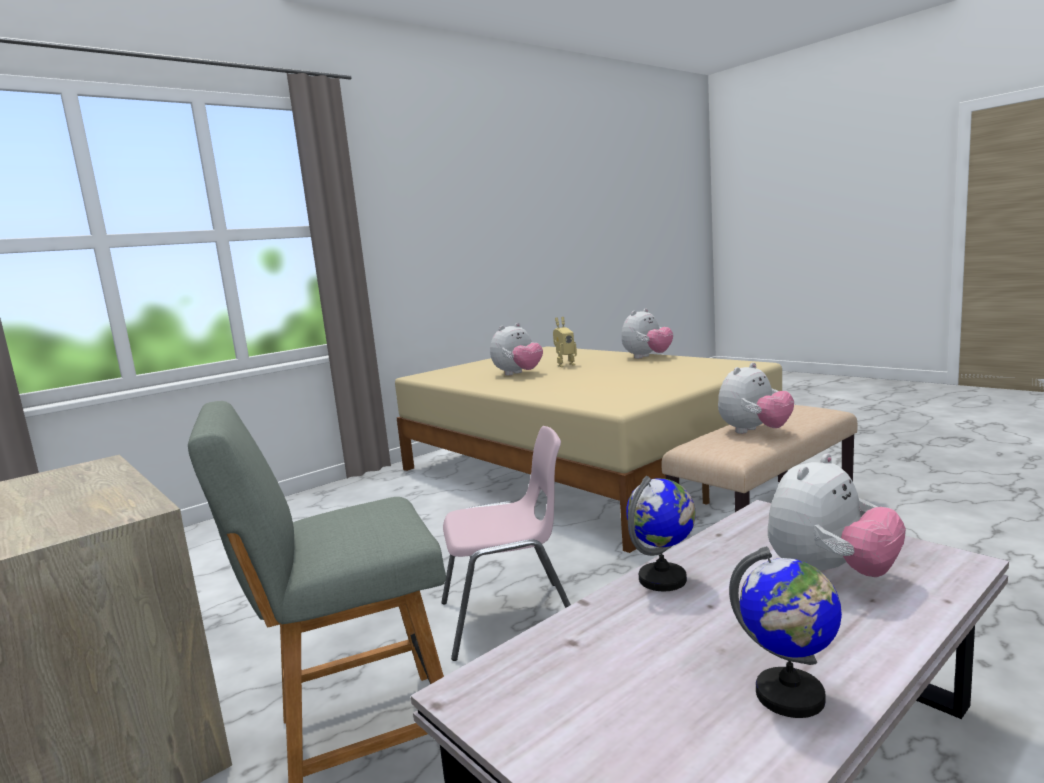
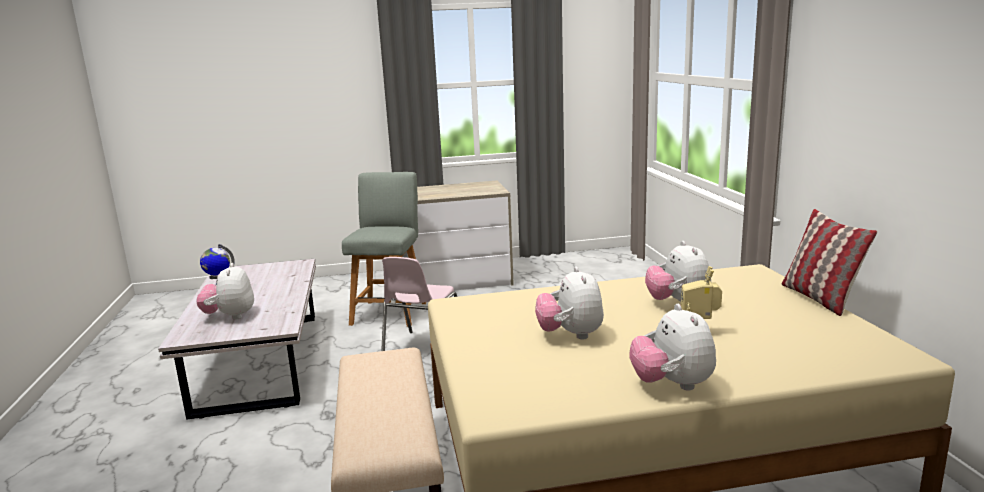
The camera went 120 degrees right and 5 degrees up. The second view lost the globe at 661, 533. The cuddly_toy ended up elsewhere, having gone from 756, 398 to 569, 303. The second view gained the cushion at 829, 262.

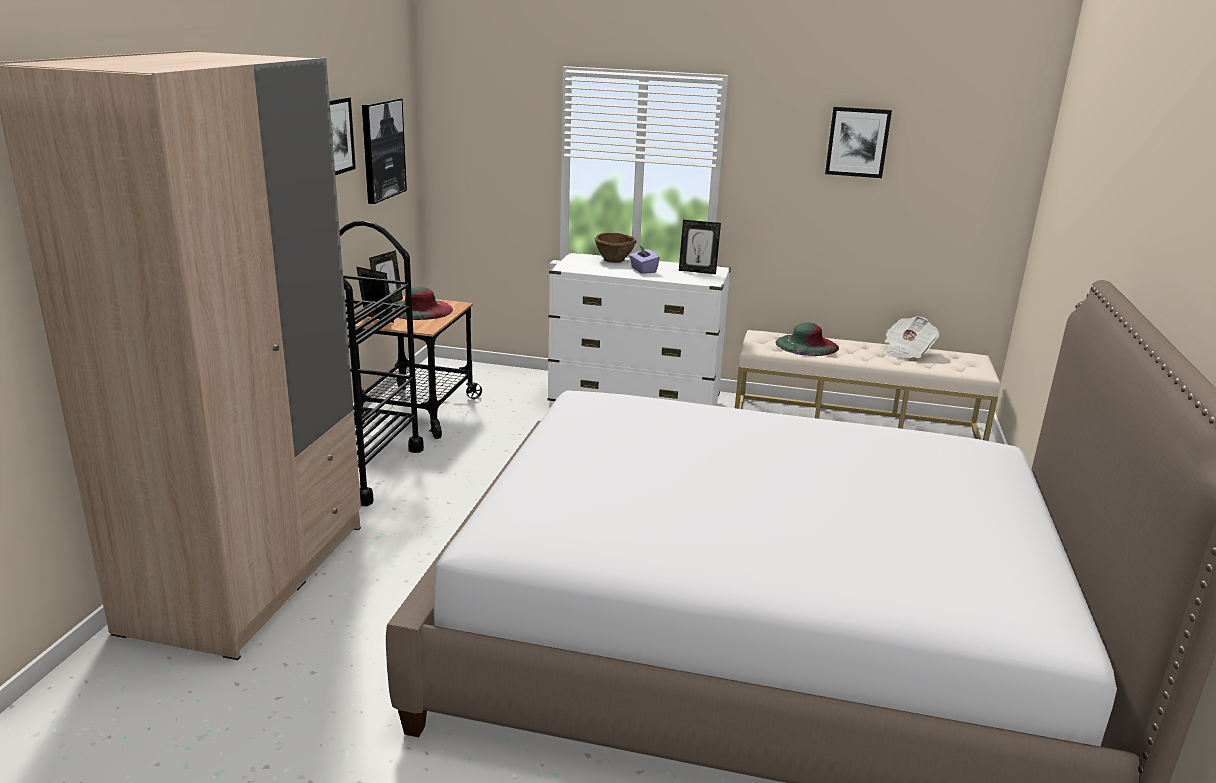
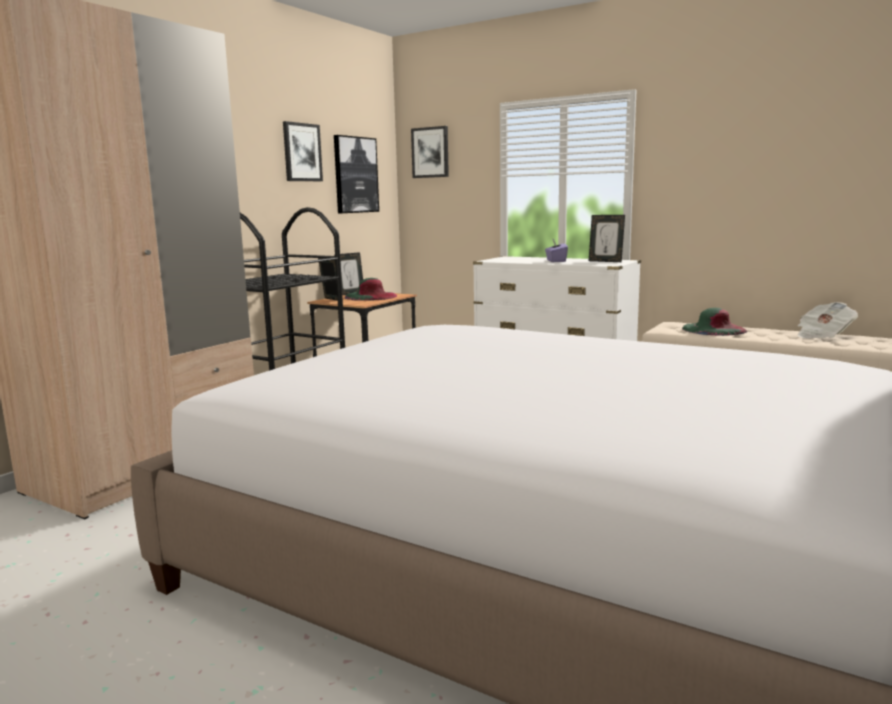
The camera went 20 degrees right and 10 degrees down. The second view lost the brown-coloured_bowl at 615, 247. The picture ended up elsewhere, having gone from 858, 142 to 430, 152.

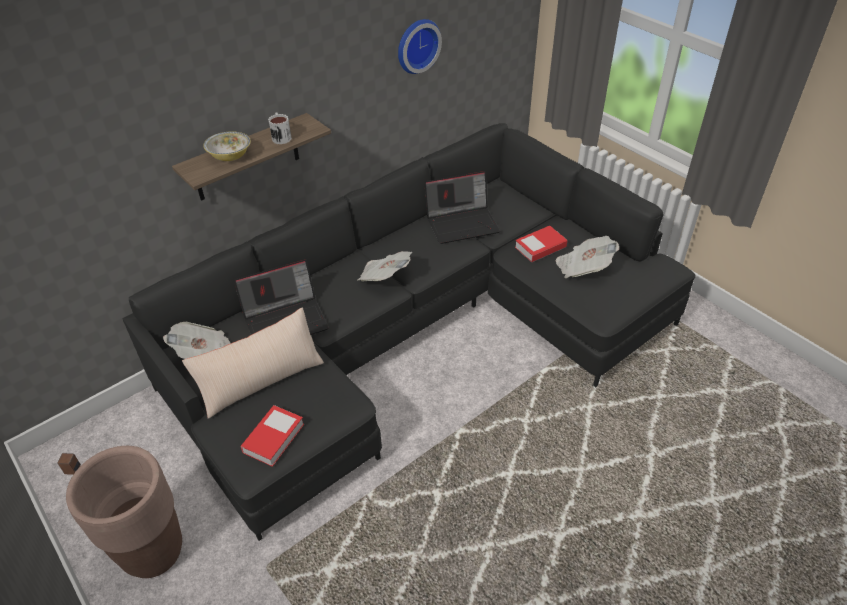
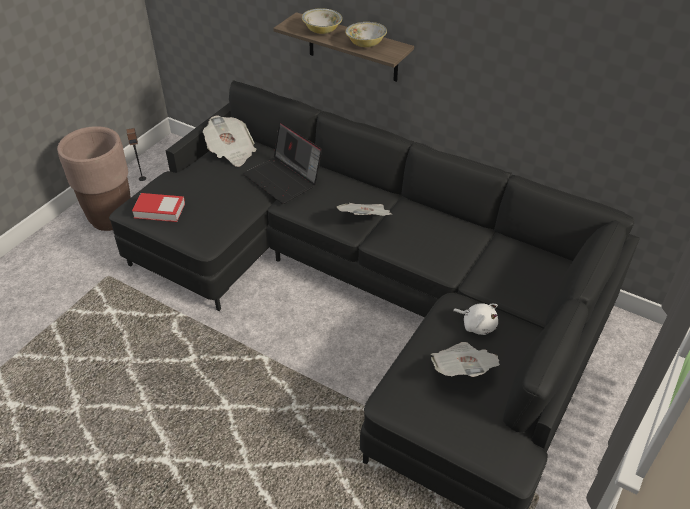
The camera went 70 degrees right and 0 degrees up. The second view lost the beige_cushion at 253, 363. Where the mug stood at 280, 128, the bowl came to stand at 366, 34. The second view lost the clock_on_the_wall at 420, 46. The second view lost the notebook_computer at 462, 207. Where the bound_book stood at 541, 244, the white_cuddly_toy came to stand at 475, 319.

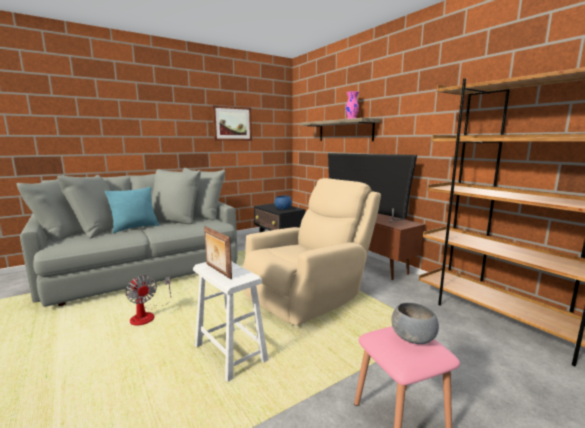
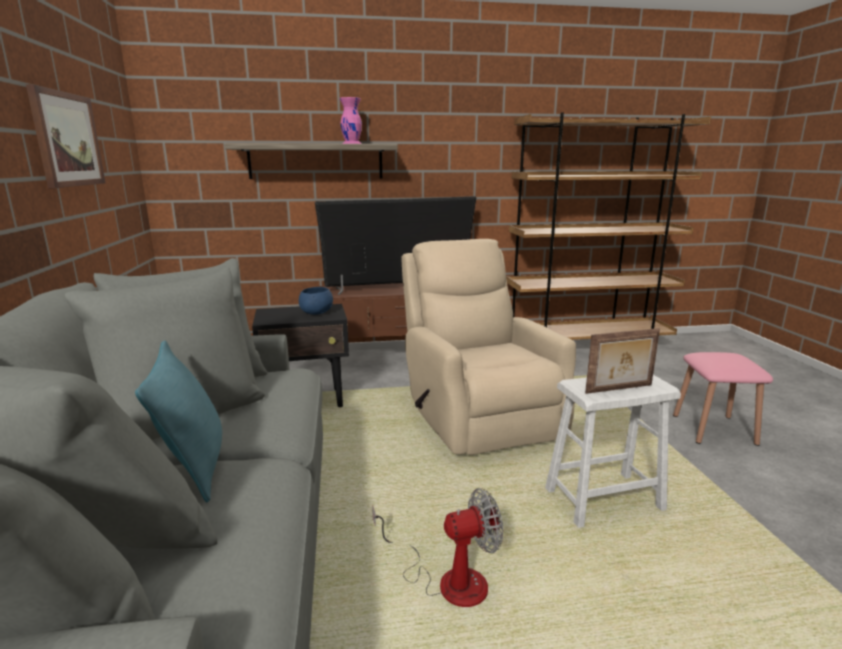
The camera went 65 degrees left and 5 degrees up. The second view lost the grey_bowl at 415, 323.

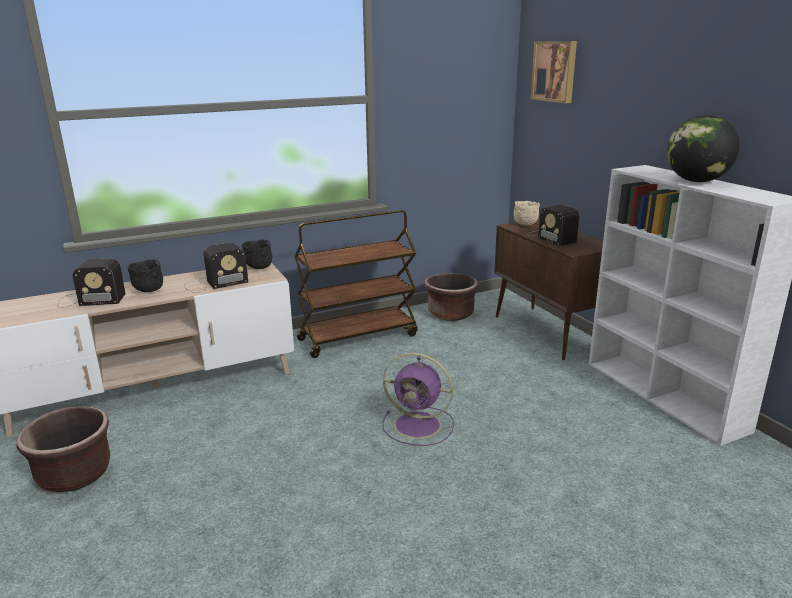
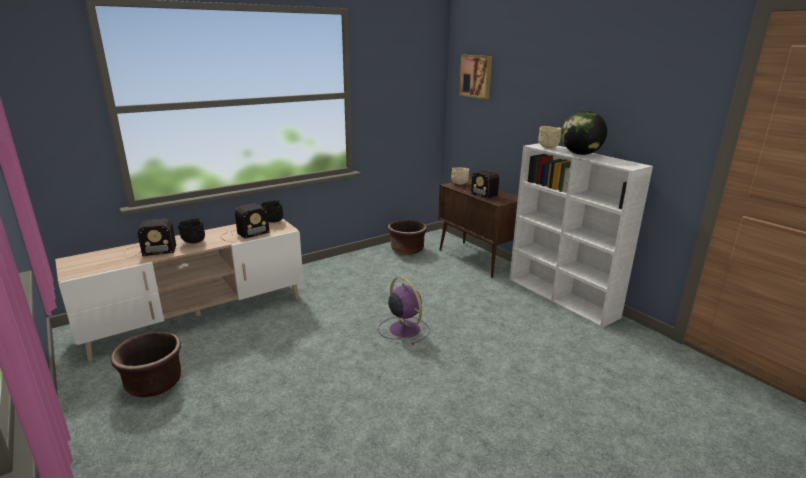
The camera went 10 degrees left and 0 degrees up. The second view lost the brown-coloured_cart at 356, 284. The purplish_cooling_fan at 418, 399 ended up facing another way, 135 degrees counterclockwise from before. The second view gained the beige_bowl at 549, 137.

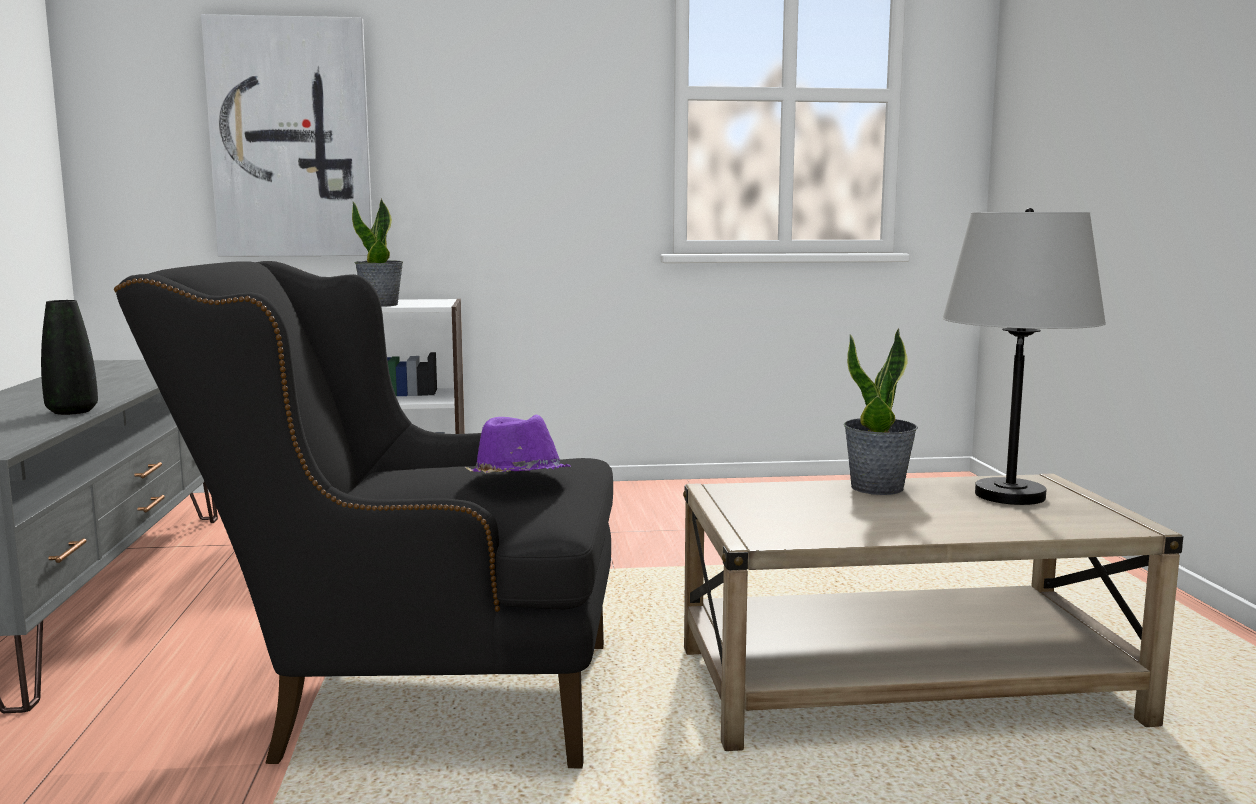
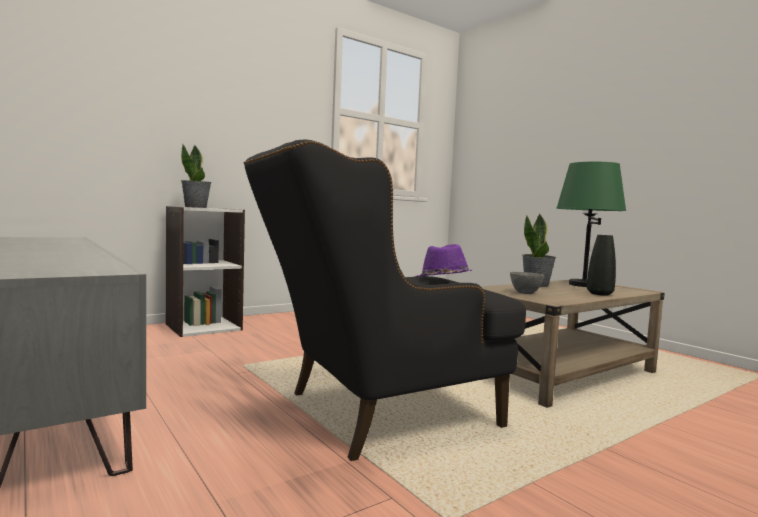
The camera went 30 degrees left and 5 degrees down. The blackish_vase ended up elsewhere, having gone from 69, 357 to 601, 265. The second view lost the picture at 286, 135. What was the grey_tabletop_lamp at 1024, 356 turned into the green_tabletop_lamp at 591, 224. The second view gained the grey_bowl at 527, 283.

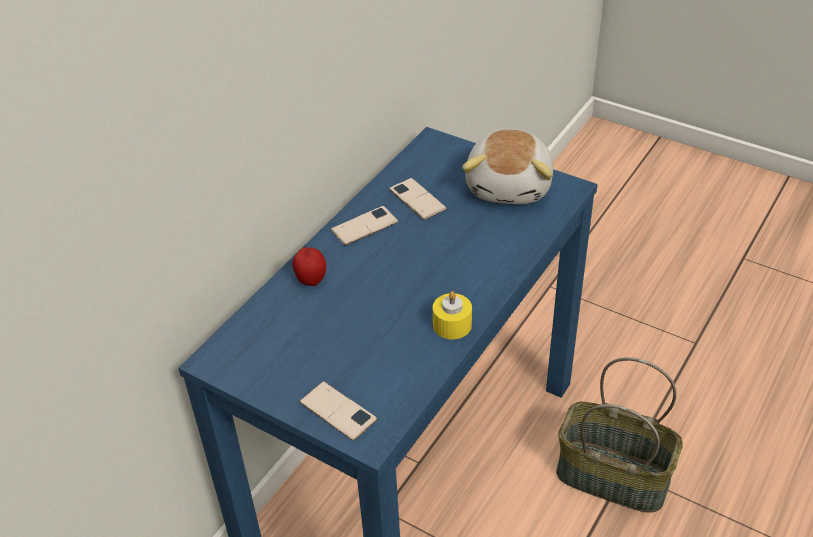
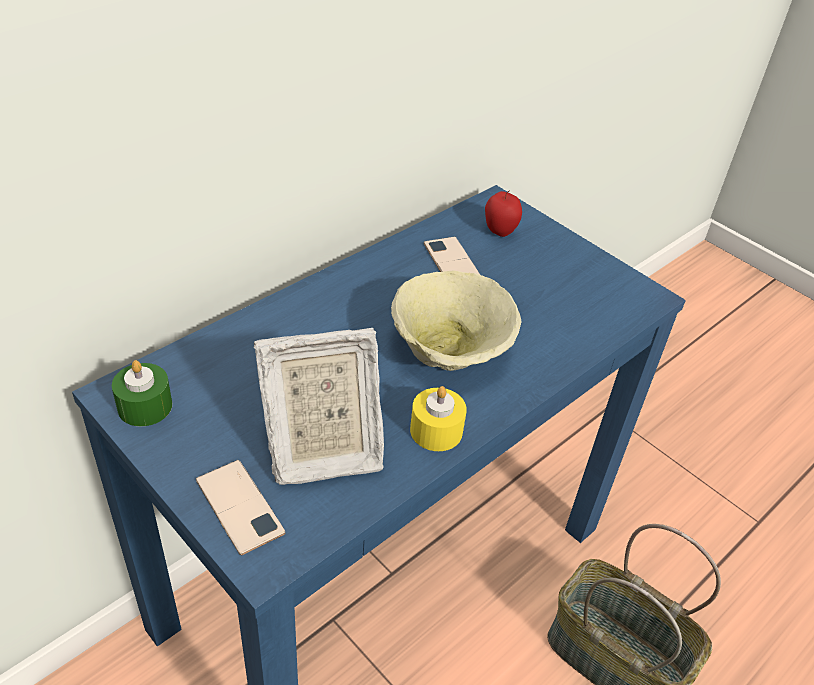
The camera went 10 degrees right and 0 degrees up. The whole_apple ended up elsewhere, having gone from 309, 266 to 503, 213. The second view lost the telephone at 364, 225. The second view lost the cuddly_toy at 507, 166. The second view gained the green_wax_light at 142, 393. The second view gained the standing_frame at 318, 406. The second view gained the beige_bowl at 456, 321.

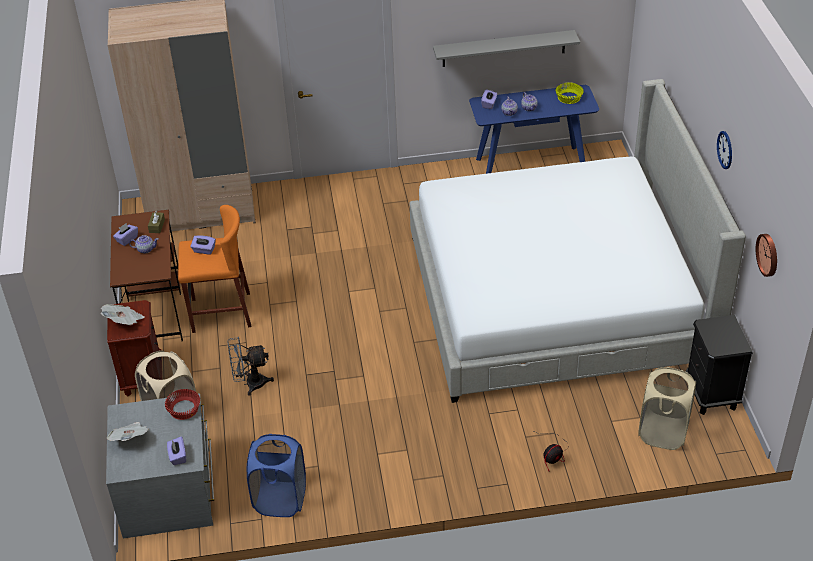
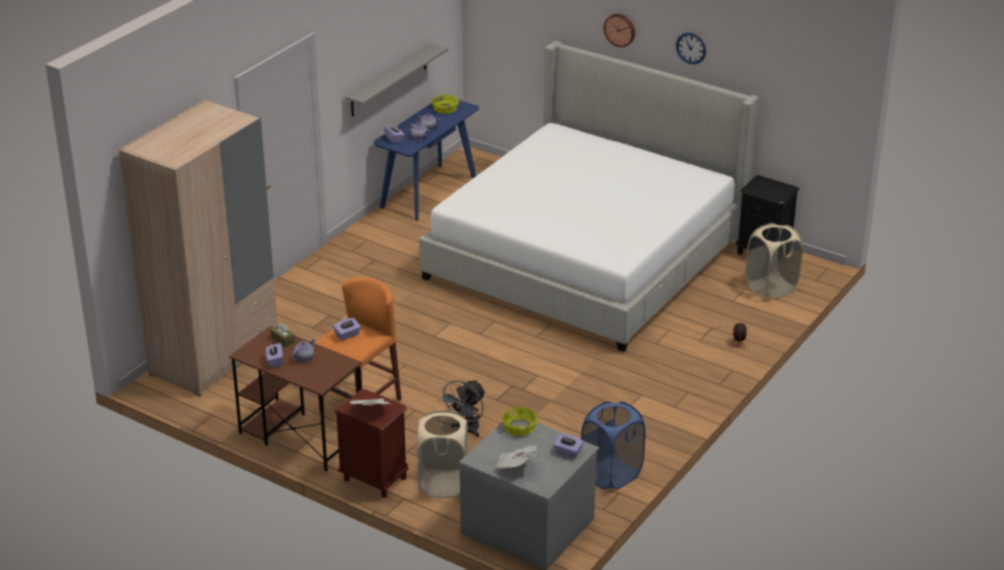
The camera went 50 degrees left and 10 degrees down. What was the red_bowl at 182, 404 turned into the yellowish_bowl at 520, 421. The clock_on_the_wall ended up elsewhere, having gone from 766, 255 to 619, 30.

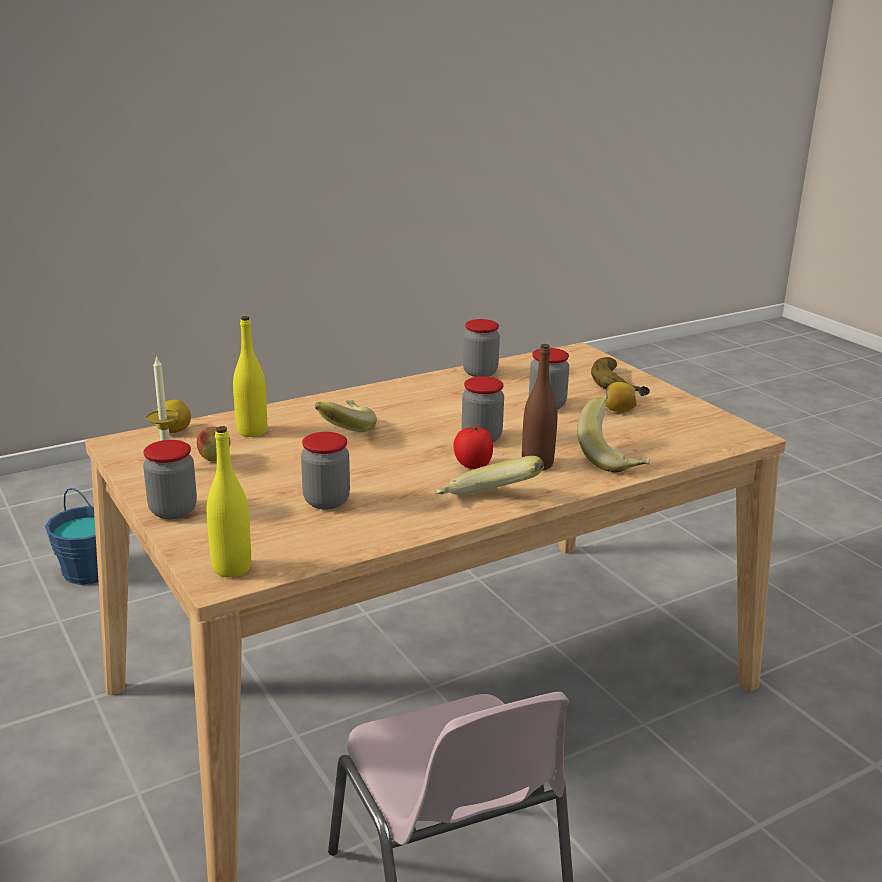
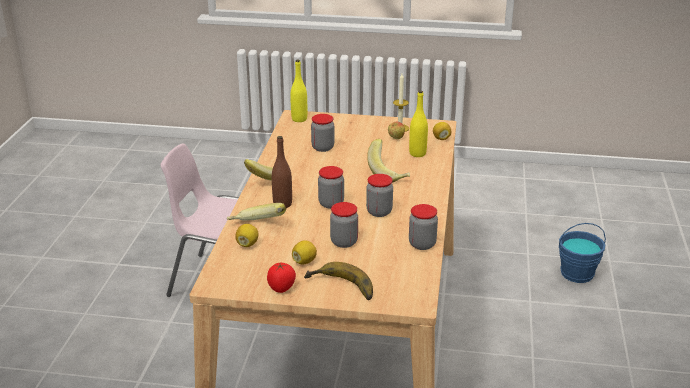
The camera went 130 degrees right and 5 degrees up. The storage_jar ended up elsewhere, having gone from 170, 479 to 379, 195. The whole_tomato ended up elsewhere, having gone from 473, 447 to 281, 278. The second view gained the citrus_fruit at 247, 235.

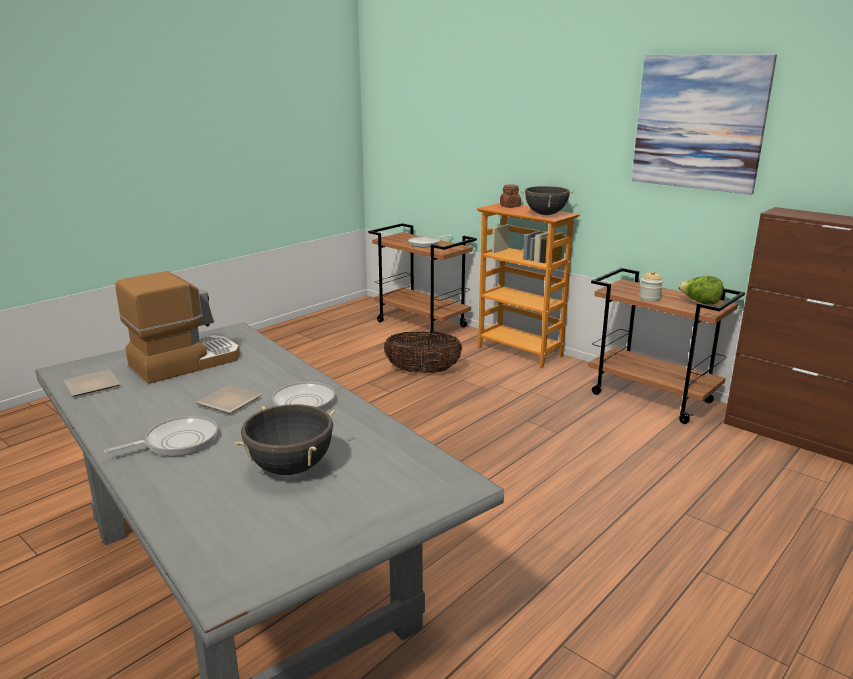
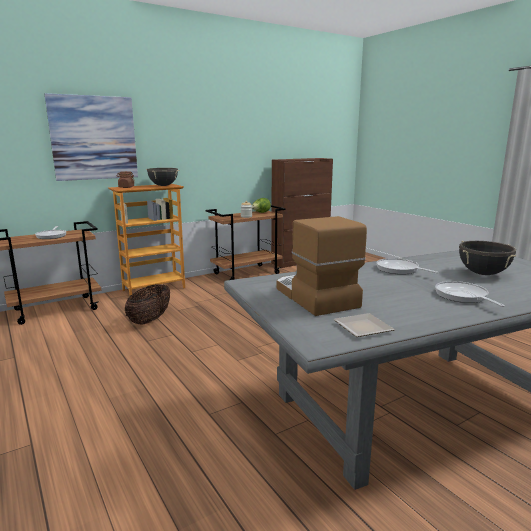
The camera went 75 degrees left and 5 degrees down. The second view lost the dinner_plate at 228, 399. The picture ended up elsewhere, having gone from 704, 124 to 91, 137.

